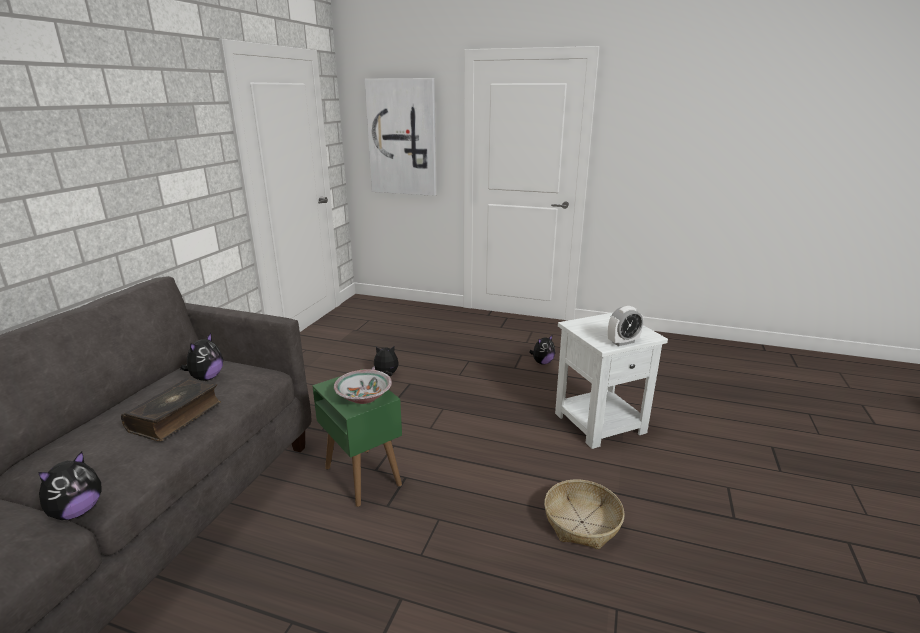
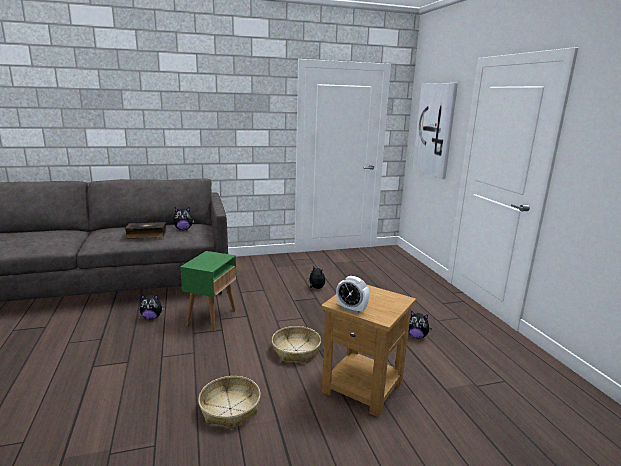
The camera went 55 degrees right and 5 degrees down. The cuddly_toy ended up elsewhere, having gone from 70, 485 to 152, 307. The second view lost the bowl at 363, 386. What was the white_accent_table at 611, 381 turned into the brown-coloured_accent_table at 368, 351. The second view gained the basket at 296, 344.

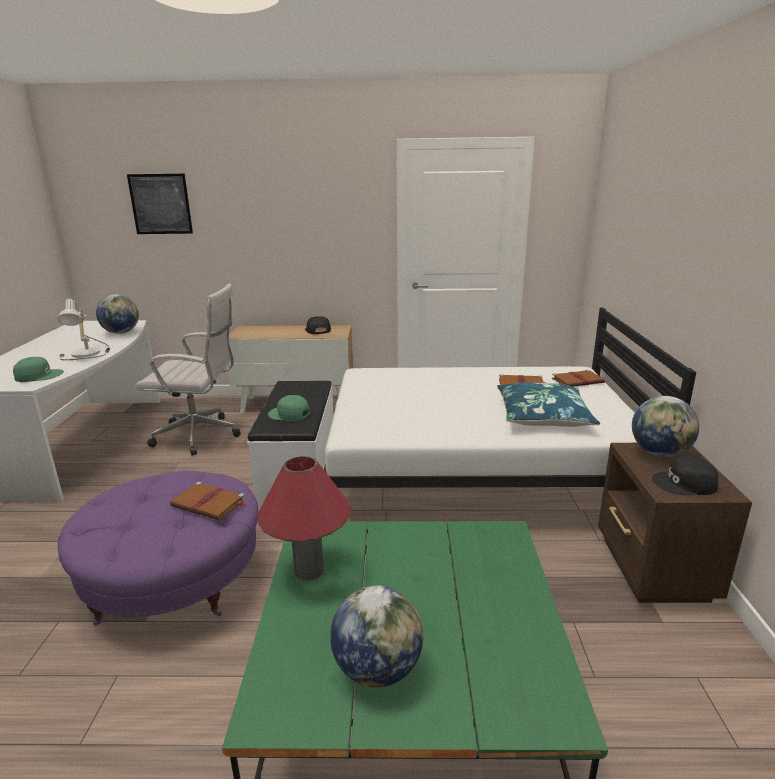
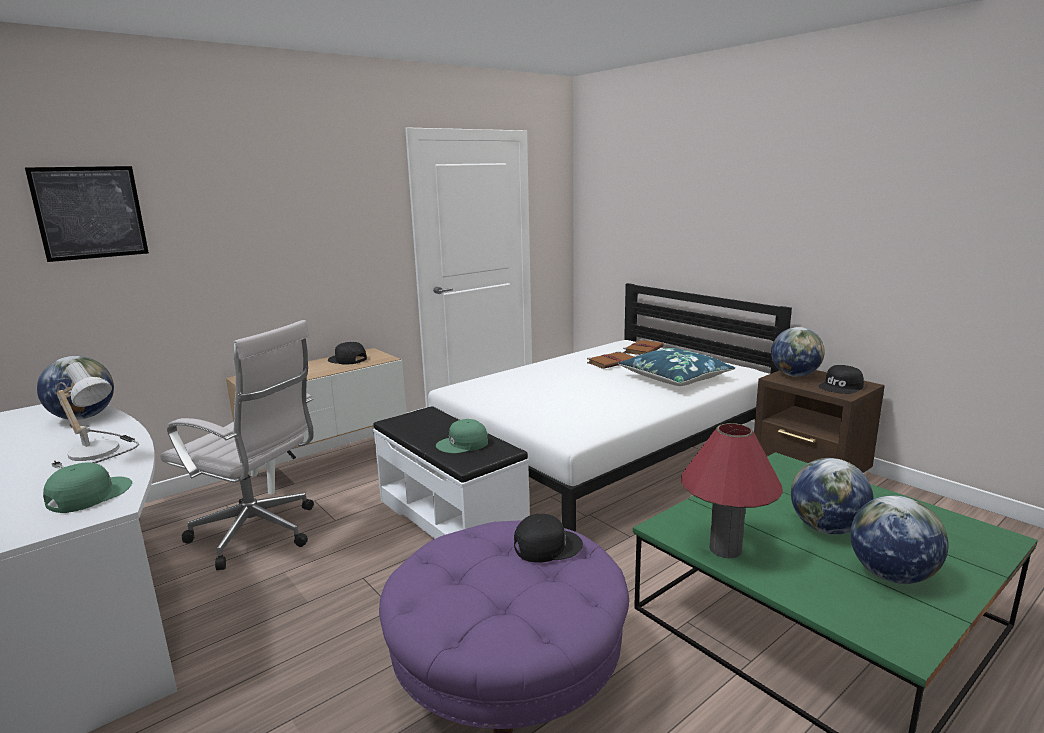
The camera went 40 degrees left and 5 degrees down. The white_computer_chair at 187, 370 ended up facing another way, 60 degrees clockwise from before. Where the brown-coloured_bound_book stood at 208, 501, the blackish_baseball_cap came to stand at 548, 538. The second view gained the globe at 832, 496.

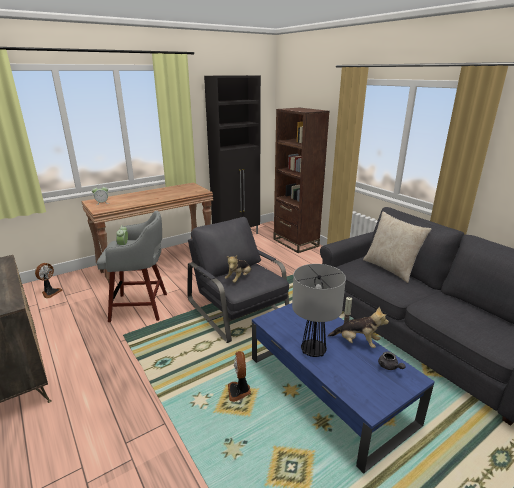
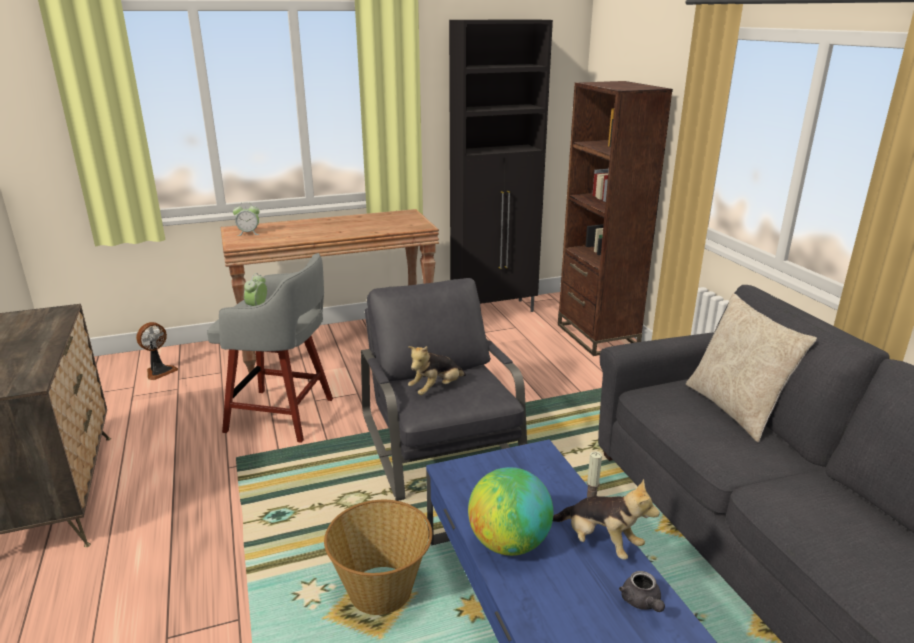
The camera went 15 degrees right and 0 degrees up. Where the cooling_fan stood at 239, 376, the basket came to stand at 378, 557. Where the tabletop_lamp stood at 319, 310, the globe came to stand at 510, 511.

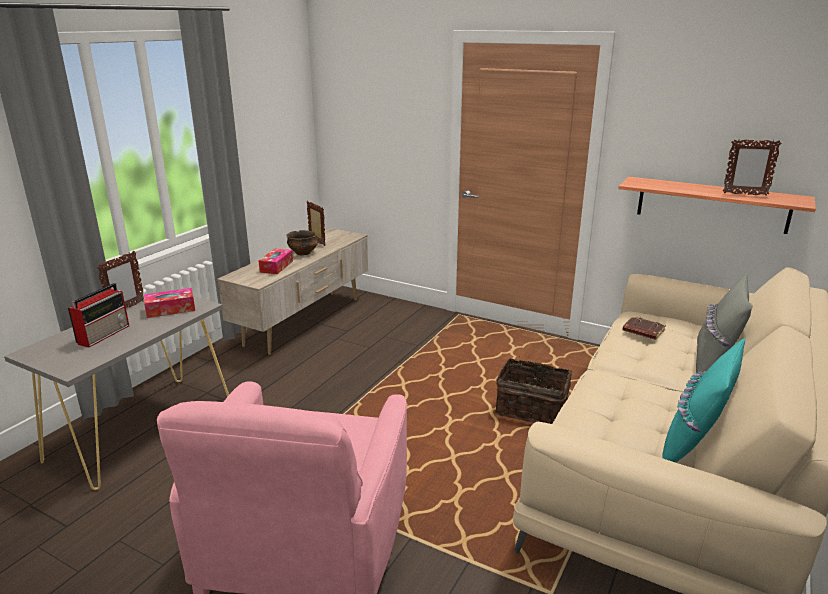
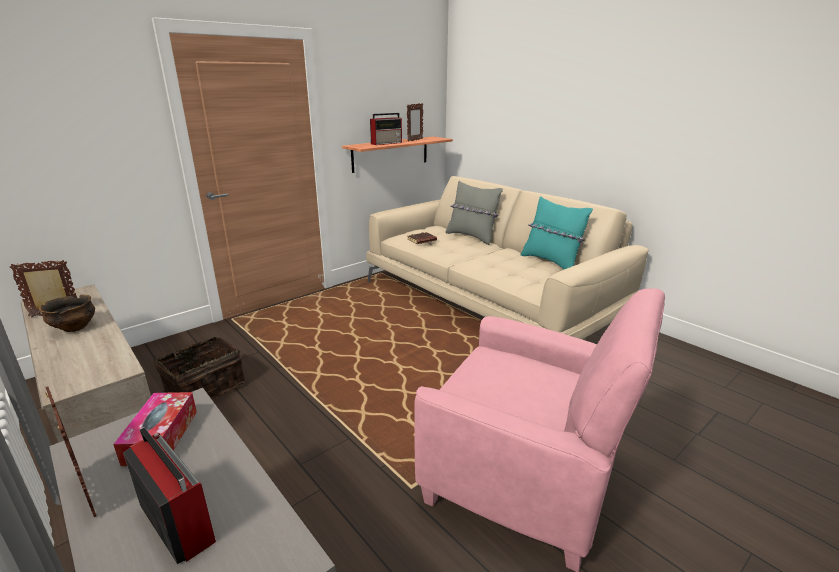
The camera went 70 degrees left and 0 degrees up. The second view lost the tissue_box at 276, 261. The basket ended up elsewhere, having gone from 533, 389 to 199, 368. The second view gained the radio_set at 386, 129.

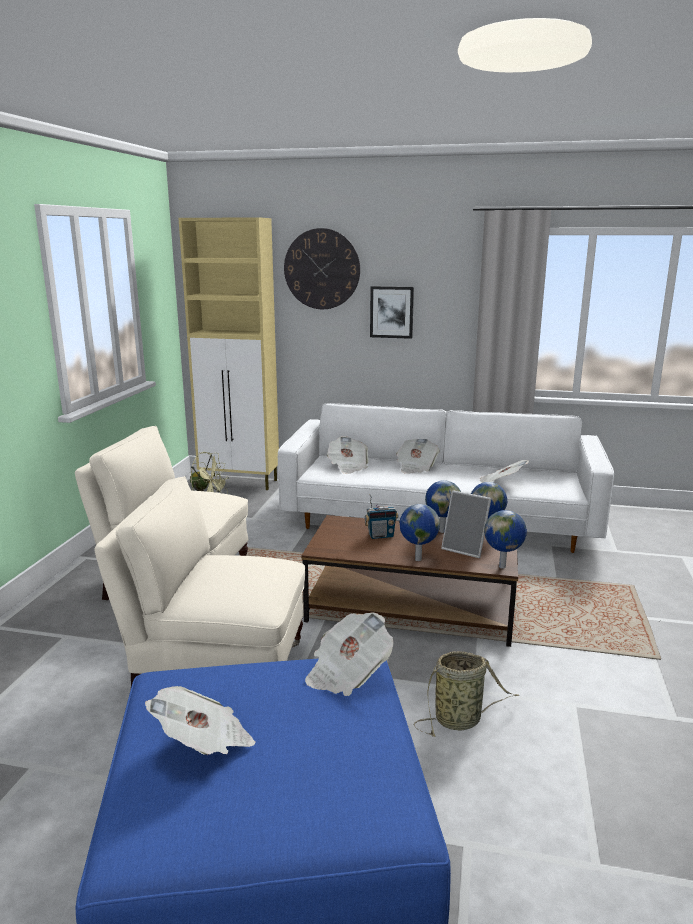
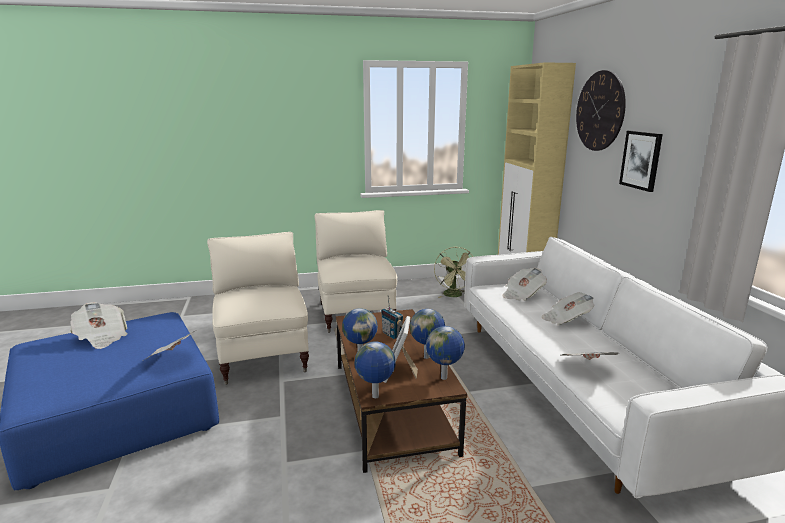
The camera went 65 degrees right and 0 degrees up. The second view lost the basket at 467, 694.

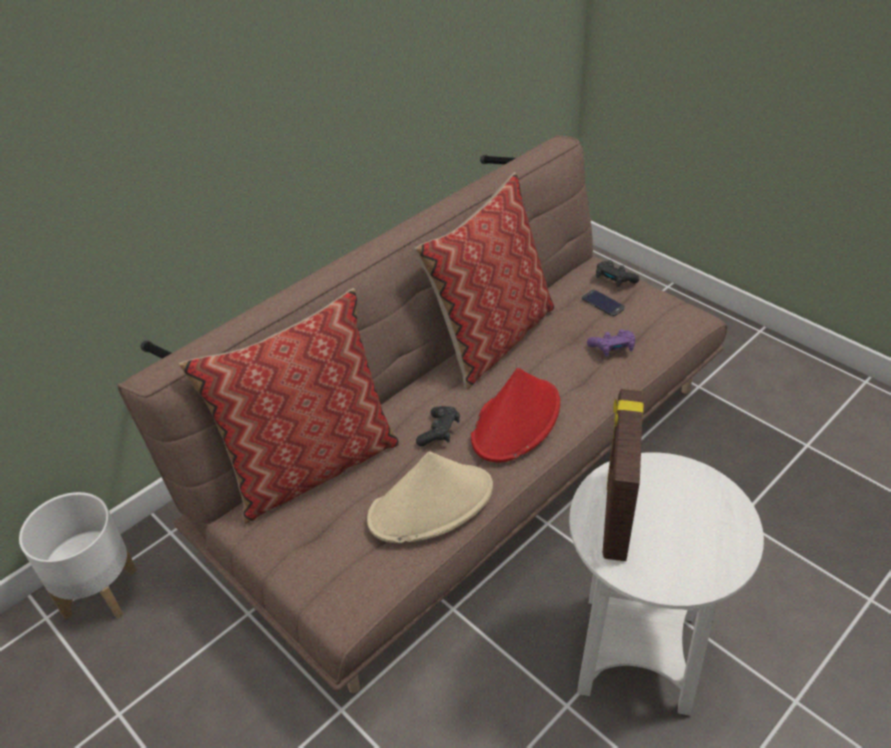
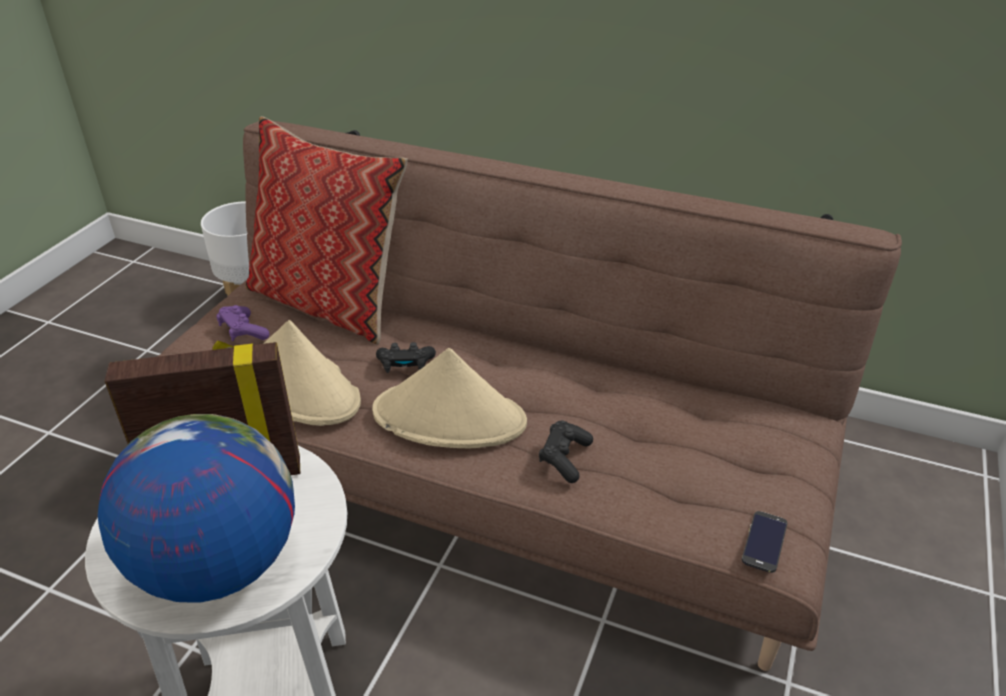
The camera went 65 degrees right and 5 degrees down. The second view lost the cushion at 484, 281. What was the red_clothing_hat at 515, 415 turned into the beige_clothing_hat at 449, 398. The telephone ended up elsewhere, having gone from 603, 302 to 764, 542. The purplish_game_controller ended up elsewhere, having gone from 611, 343 to 243, 323. The blackish_game_controller ended up elsewhere, having gone from 617, 273 to 566, 452. The second view gained the globe at 196, 508.

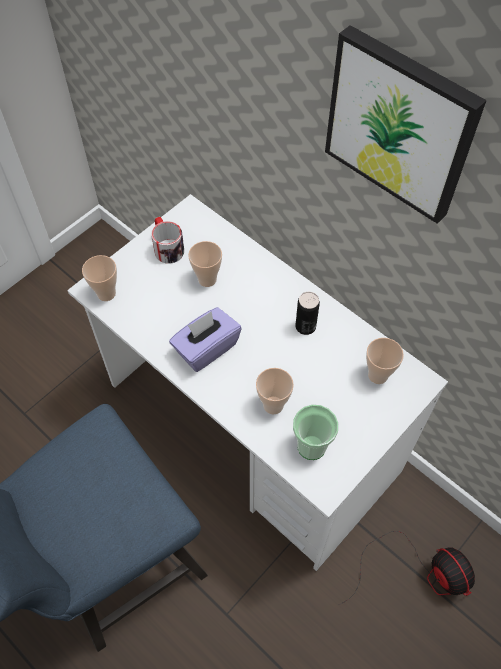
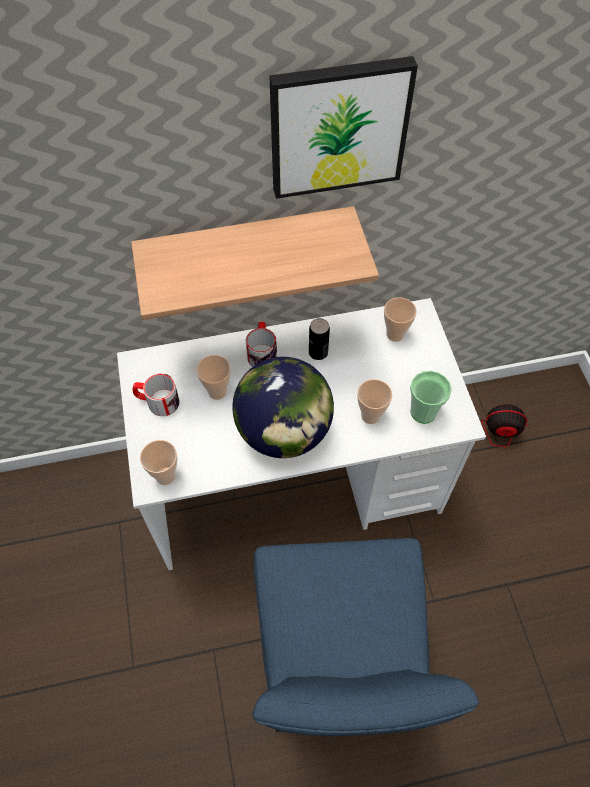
The camera went 55 degrees left and 0 degrees up. Where the purplish_tissue_box stood at 205, 339, the globe came to stand at 283, 407. The second view gained the shelf at 255, 263. The second view gained the mug at 261, 344.

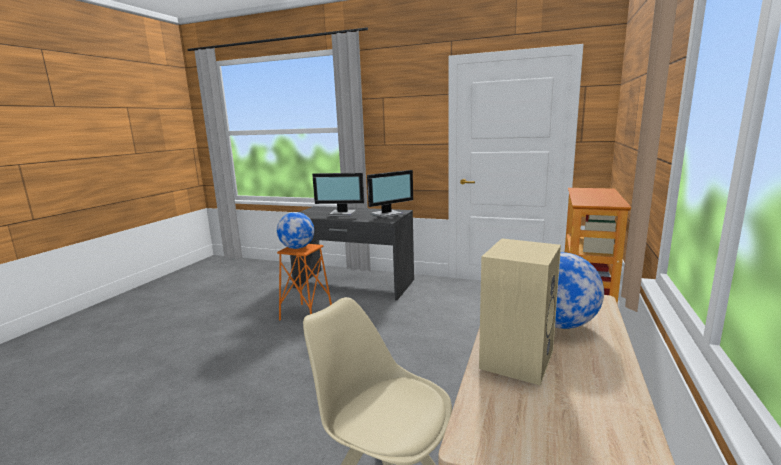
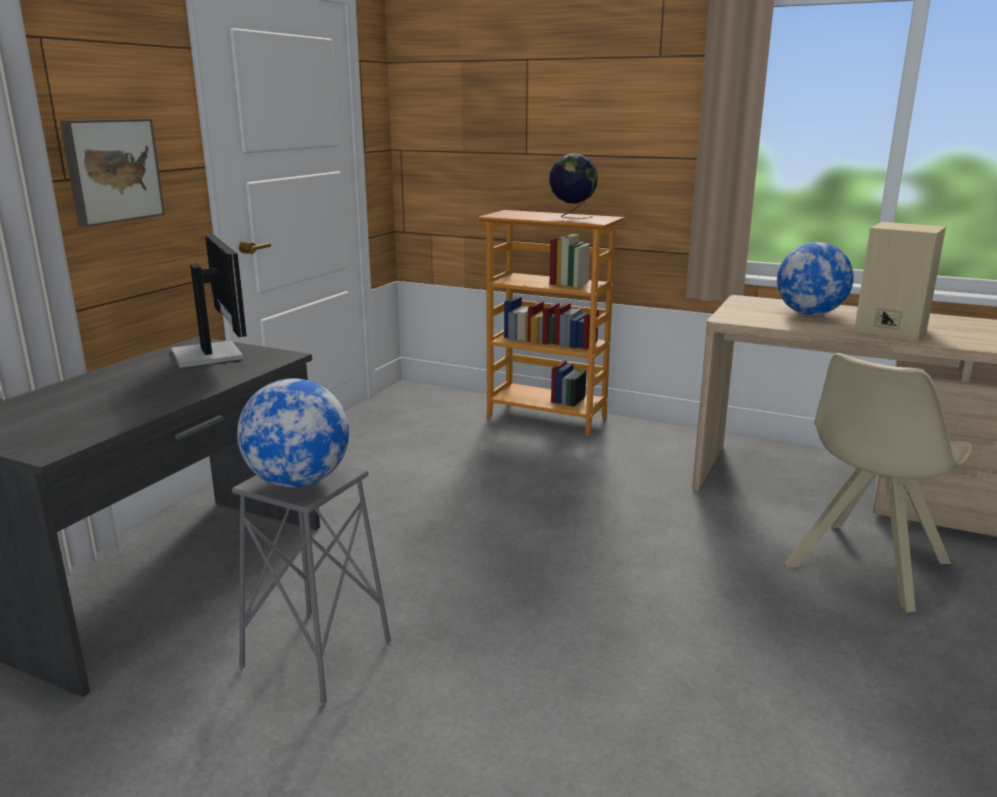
The camera went 85 degrees left and 5 degrees up. What was the orange_stool at 304, 282 turned into the grey_stool at 311, 584. The second view lost the computer_screen at 338, 194. The second view gained the picture at 112, 173. The second view gained the globe at 573, 186.

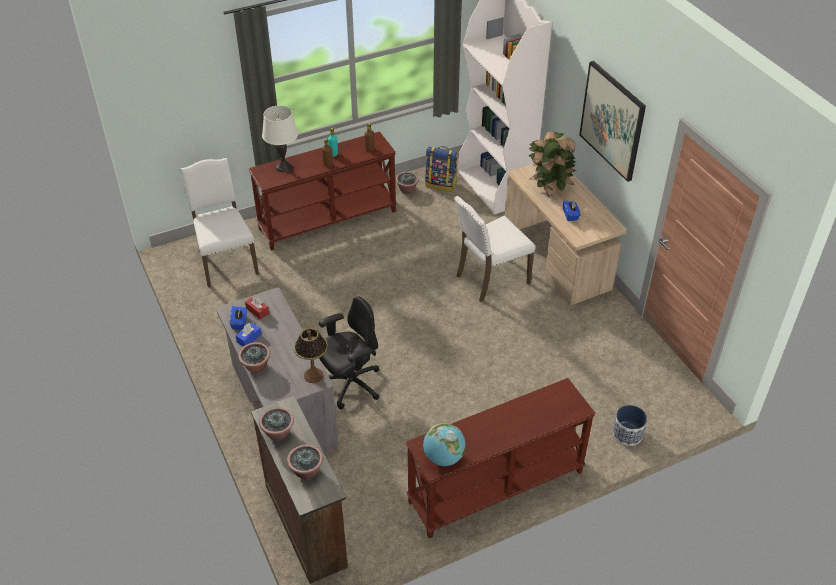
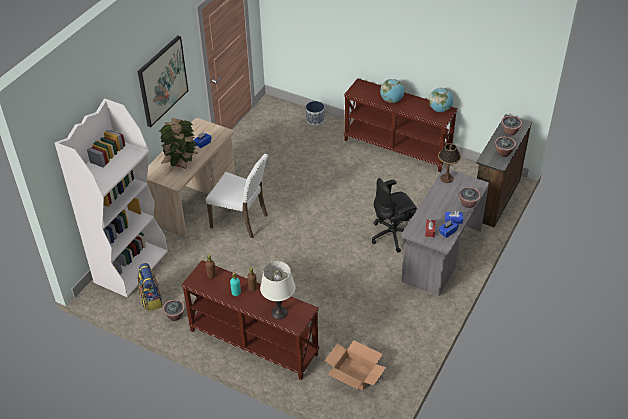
The camera went 125 degrees left and 0 degrees up. Where the white_plain_chair stood at 220, 222, the carton came to stand at 355, 365. The blackish_computer_chair at 349, 352 ended up facing another way, 45 degrees counterclockwise from before. The second view gained the globe at 392, 91.

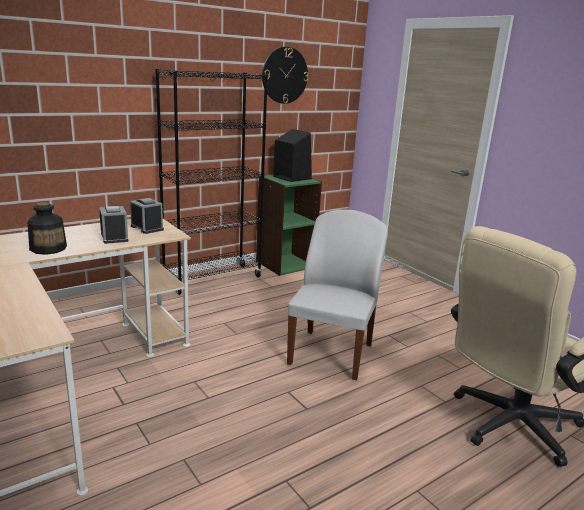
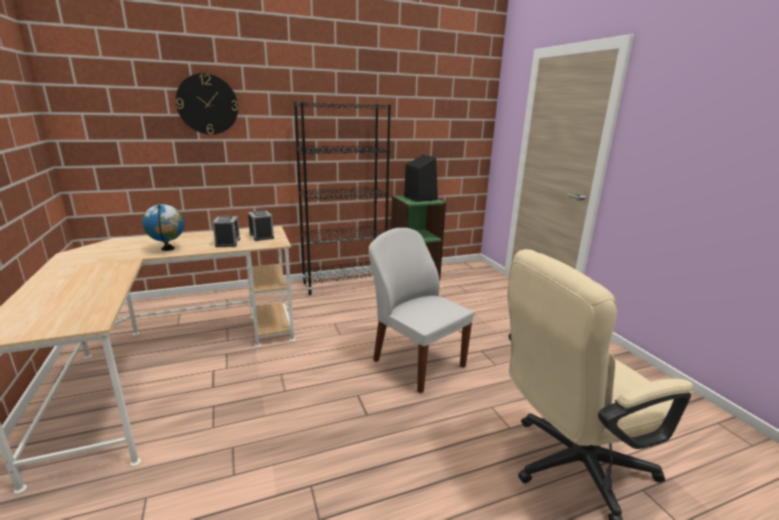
The camera went 15 degrees right and 0 degrees up. Where the beverage_bottle stood at 47, 228, the globe came to stand at 163, 227. The clock_on_the_wall ended up elsewhere, having gone from 285, 75 to 207, 104. The white_plain_chair at 337, 295 ended up facing another way, 75 degrees counterclockwise from before.

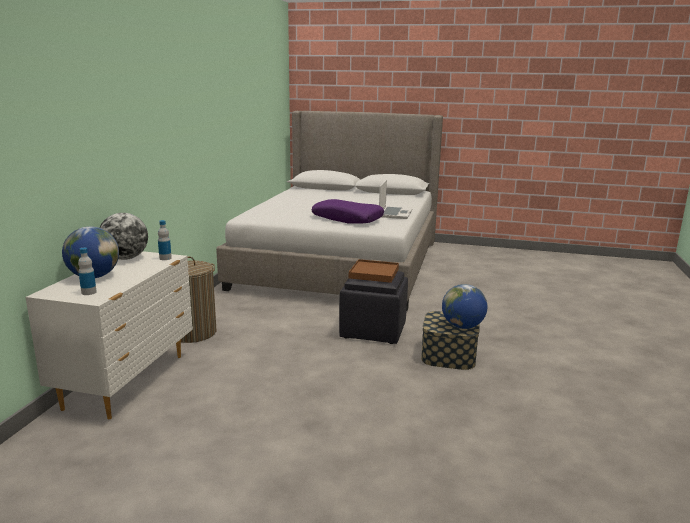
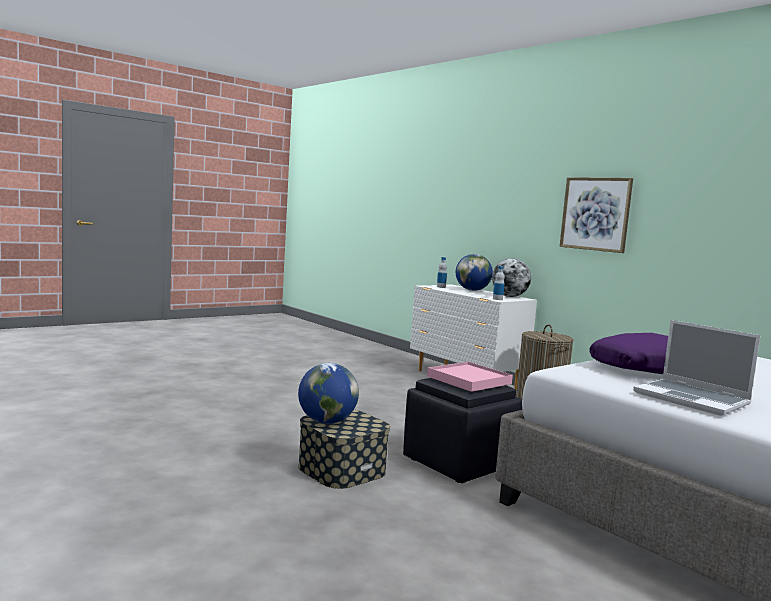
The camera went 125 degrees right and 10 degrees down. What was the brown-coloured_tray at 374, 271 turned into the pink-coloured_tray at 470, 377. The second view gained the picture at 596, 215.

